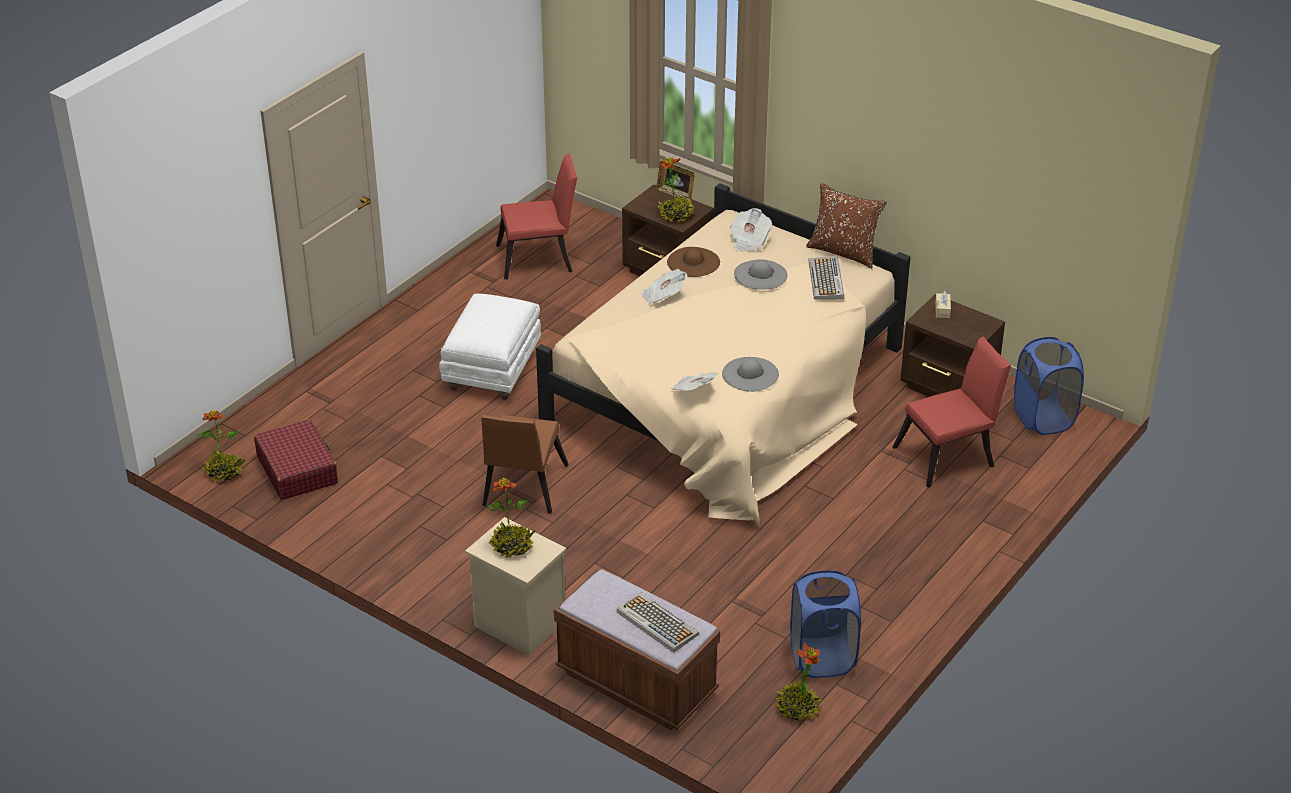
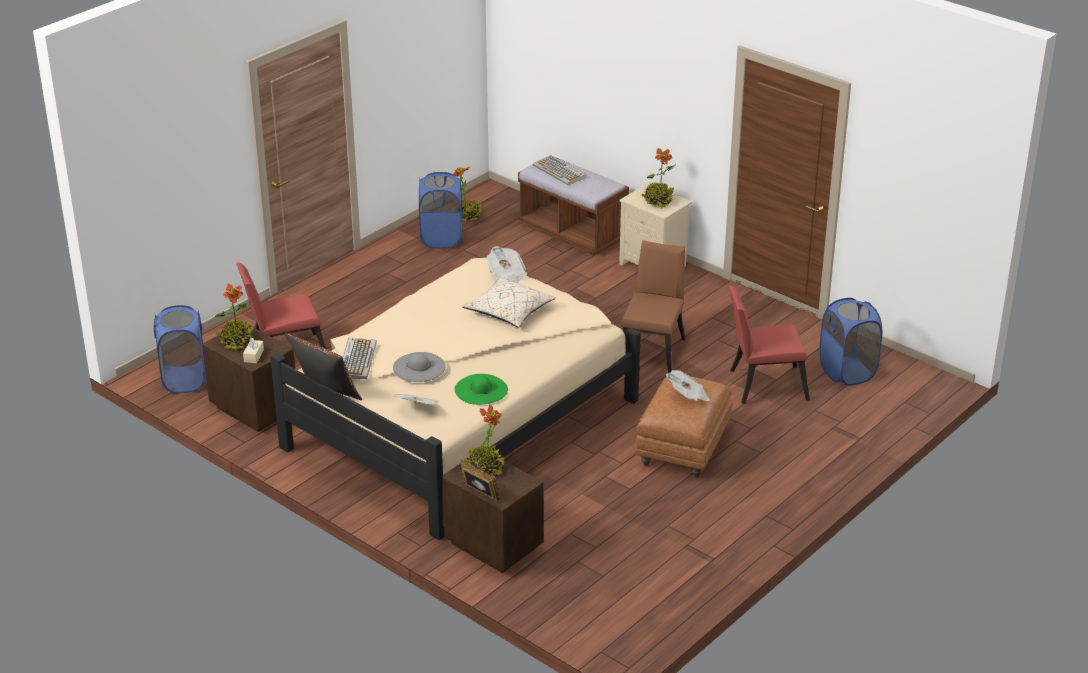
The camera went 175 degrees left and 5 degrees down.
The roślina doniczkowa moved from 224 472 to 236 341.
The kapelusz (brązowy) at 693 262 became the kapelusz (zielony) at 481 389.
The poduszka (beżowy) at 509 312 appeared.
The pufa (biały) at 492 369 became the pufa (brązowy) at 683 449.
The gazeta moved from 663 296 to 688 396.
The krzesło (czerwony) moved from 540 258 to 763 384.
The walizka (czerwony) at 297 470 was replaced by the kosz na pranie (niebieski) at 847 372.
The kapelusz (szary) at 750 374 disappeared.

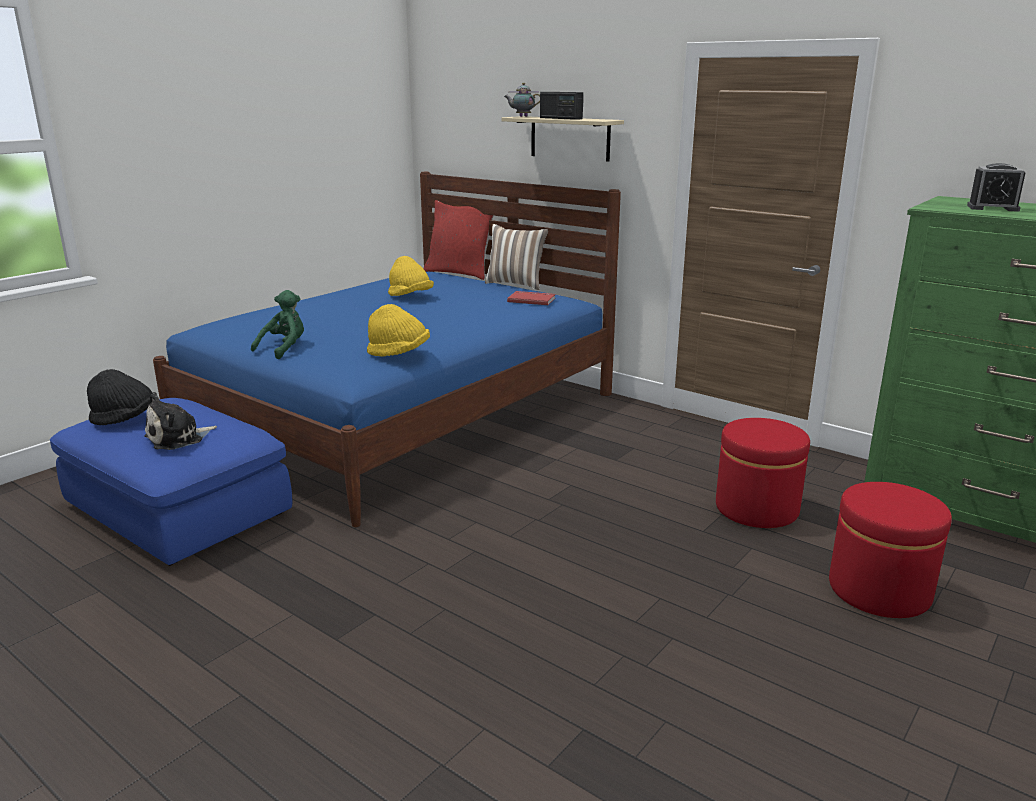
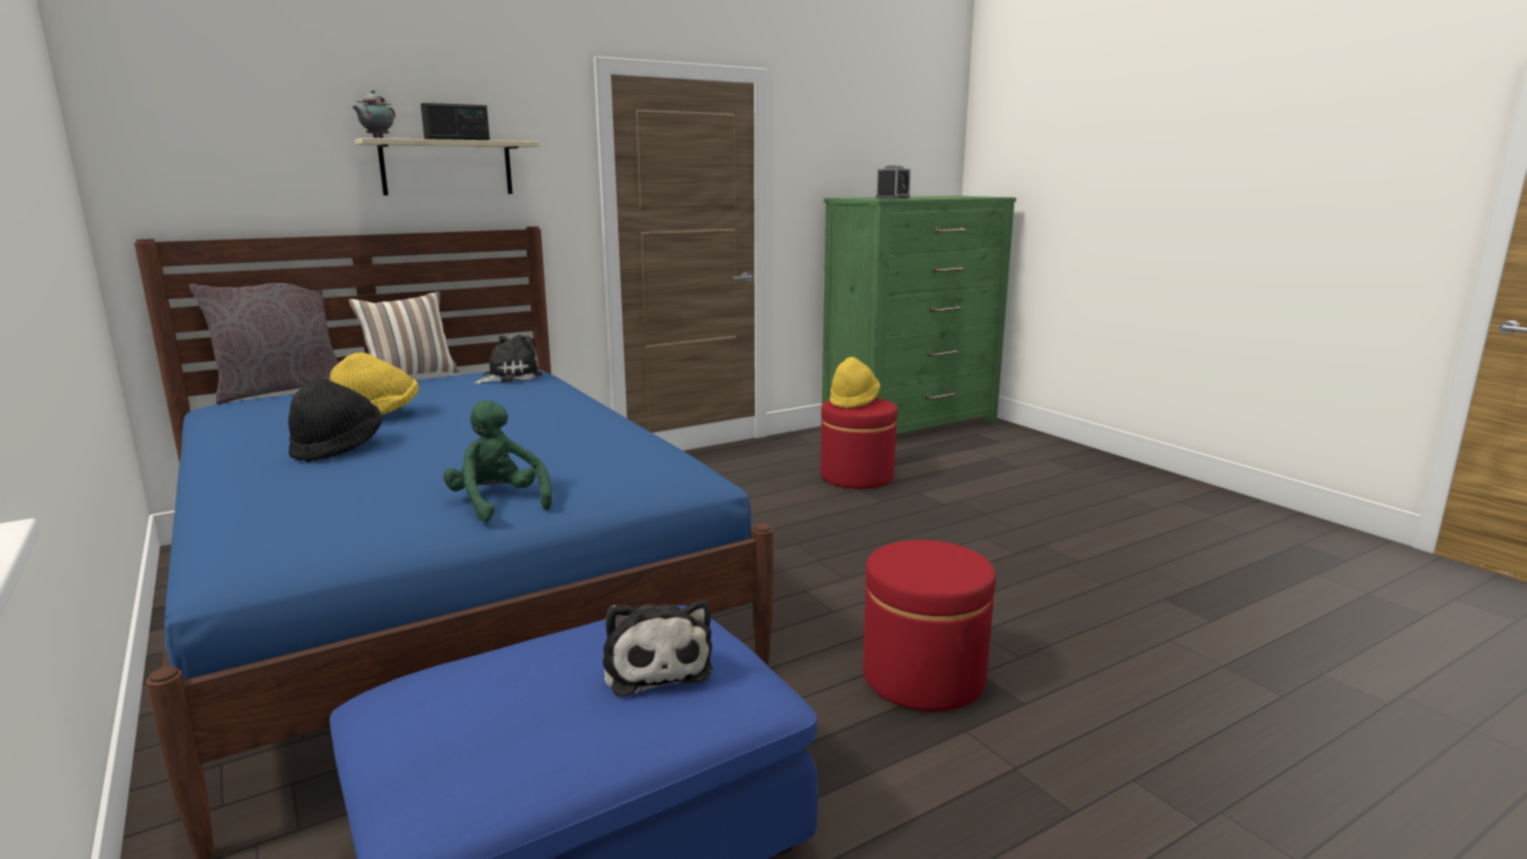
The camera went 70 degrees left and 5 degrees down.
The poduszka (czerwony) at 460 273 became the poduszka (szary) at 280 391.
The kapelusz (czarny) moved from 126 420 to 338 448.
The książka (czerwony) at 531 300 was replaced by the pluszak at 508 376.
The kapelusz (żółty) moved from 399 354 to 853 402.
The pufa (czerwony) moved from 879 590 to 923 677.

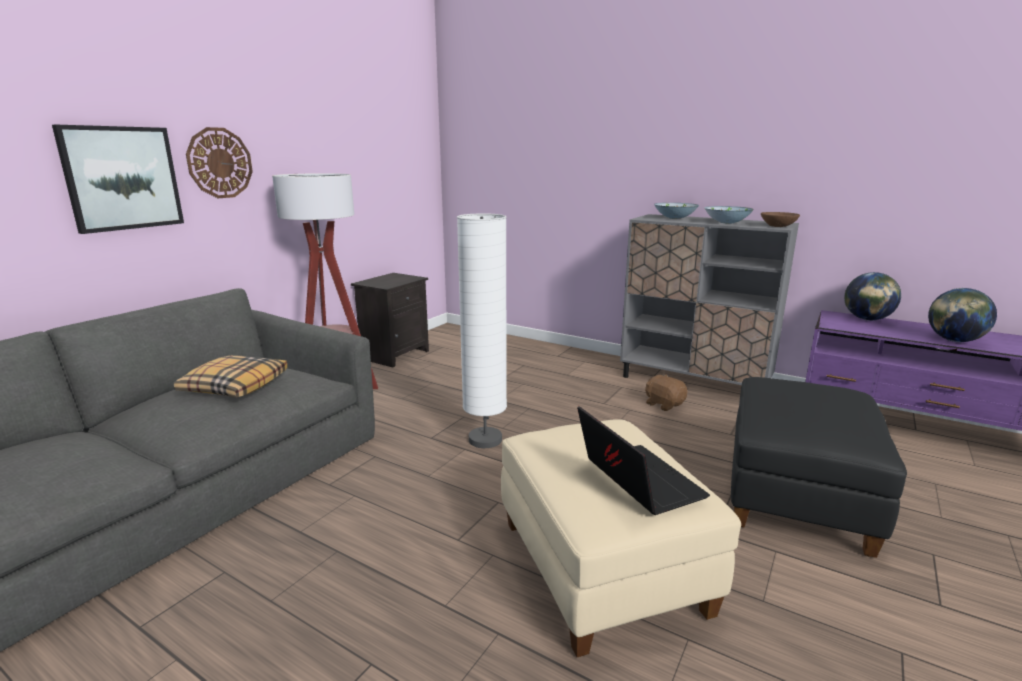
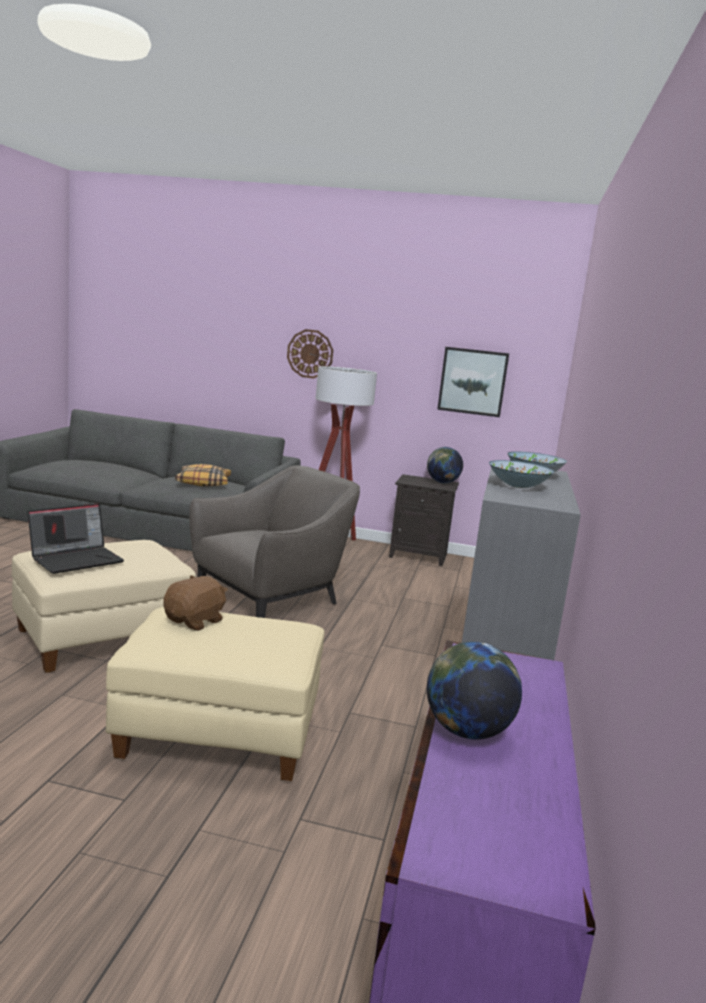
The camera went 70 degrees right and 5 degrees down.
The pufa (czarny) at 797 497 became the pufa (beżowy) at 218 734.
The pluszak (brązowy) moved from 664 404 to 195 621.
The lampa stojąca (biały) at 485 440 was replaced by the fotel (szary) at 270 597.
The globus moved from 867 319 to 442 482.
The obraz moved from 122 178 to 472 381.
The miska (brązowy) at 778 226 disappeared.

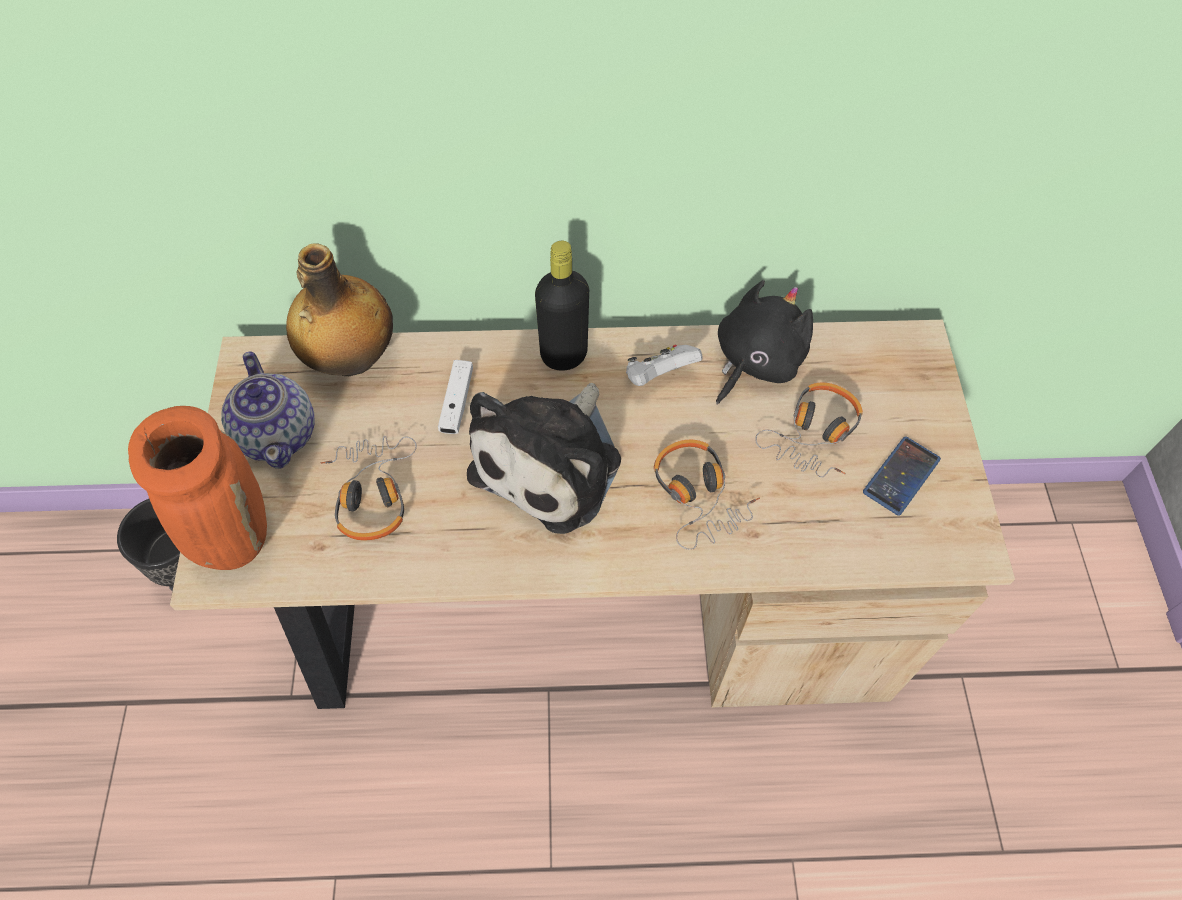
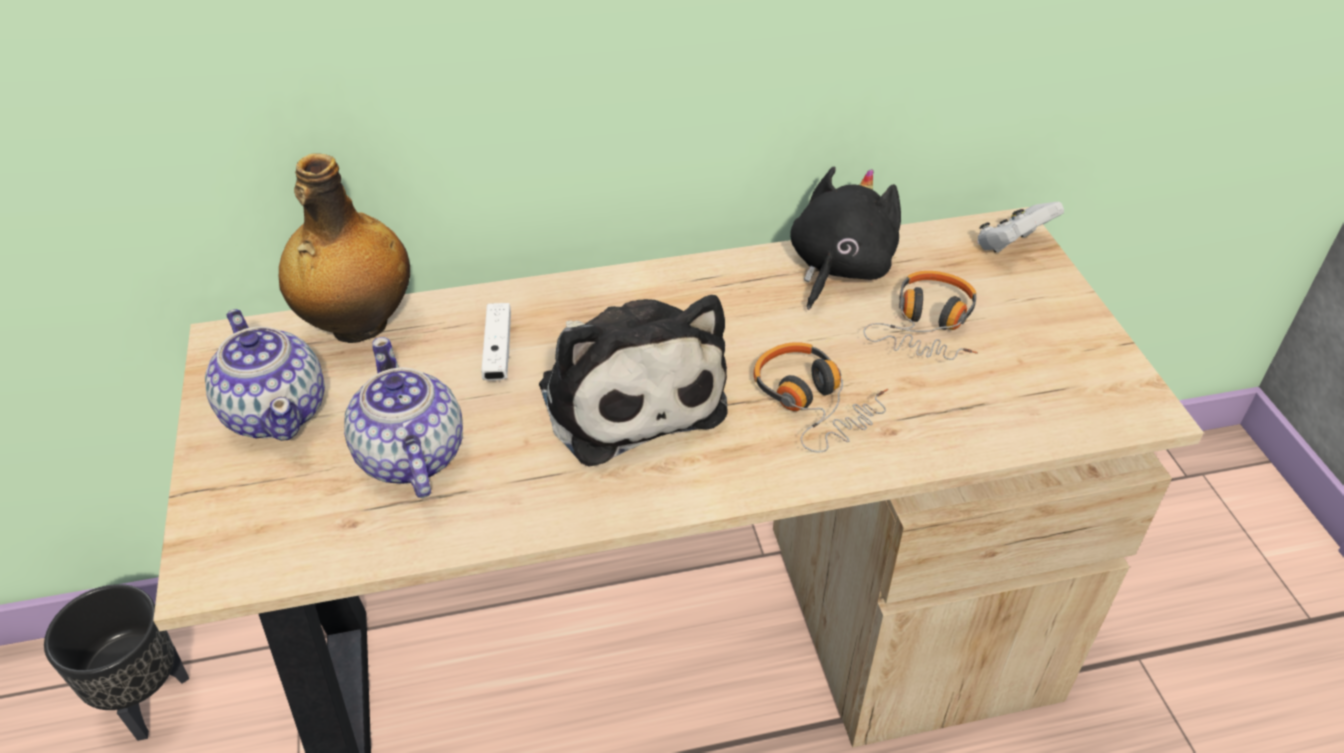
The camera went 10 degrees left and 15 degrees down.
The słuchawki at 372 494 was replaced by the imbryk at 410 457.
The pluszak at 552 462 turned 45 degrees counterclockwise.
The pad do gier (biały) moved from 659 376 to 1011 245.
The wazon (pomarańczowy) at 232 535 disappeared.
The butelka (czarny) at 563 355 disappeared.
The telefon at 901 476 disappeared.

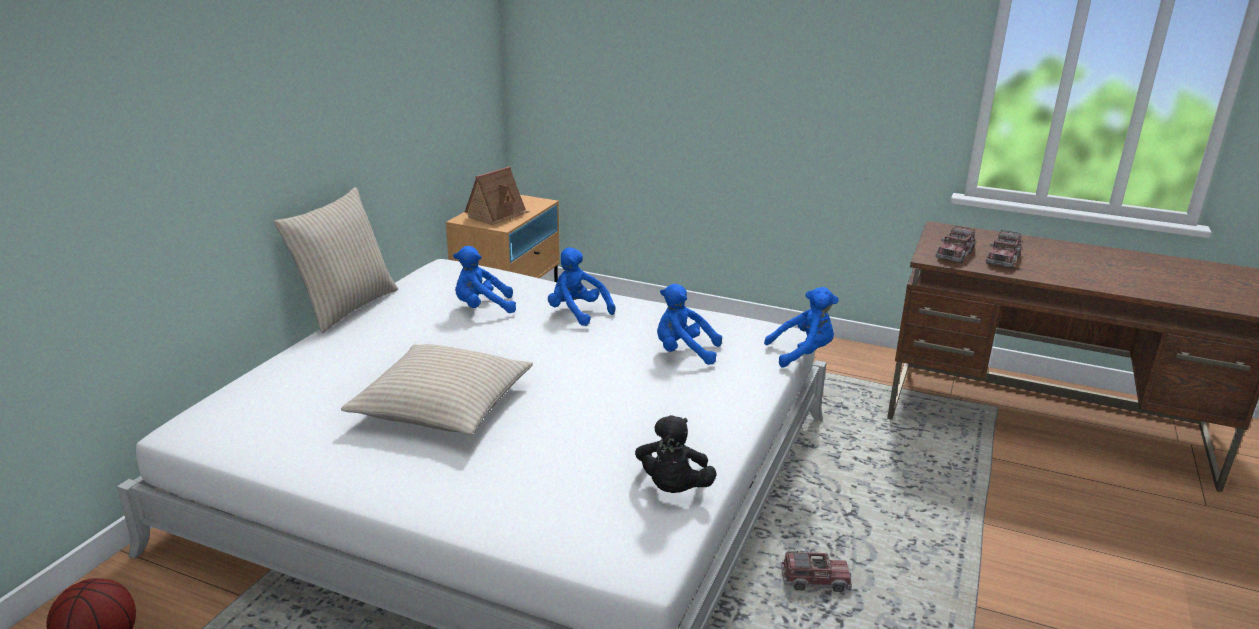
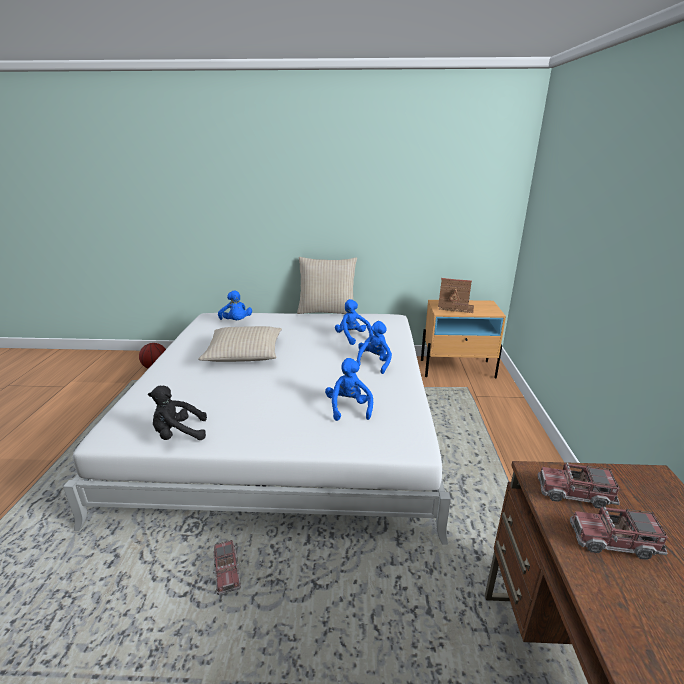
The camera went 70 degrees right and 0 degrees up.
The pluszak (niebieski) moved from 803 353 to 236 322.

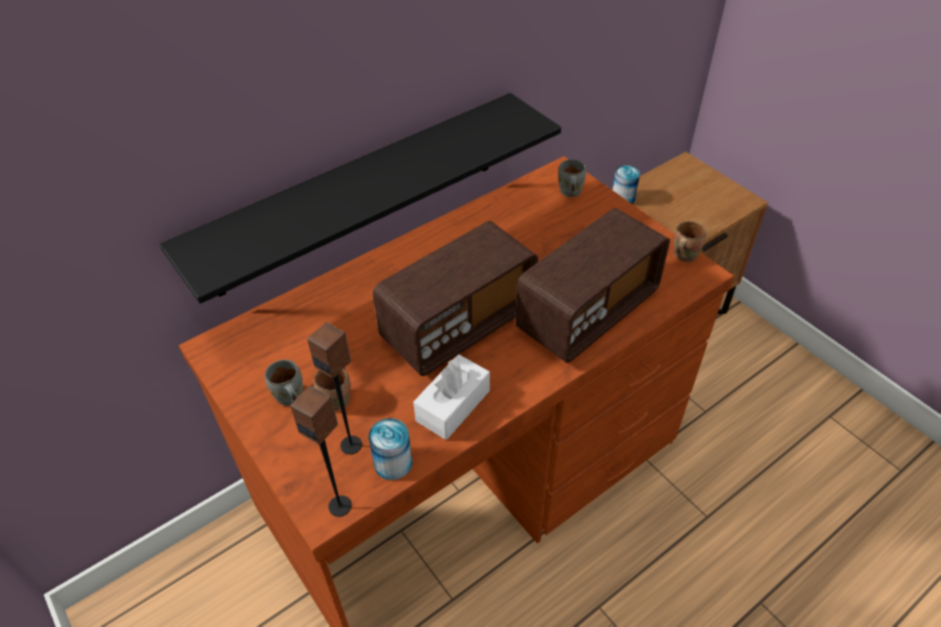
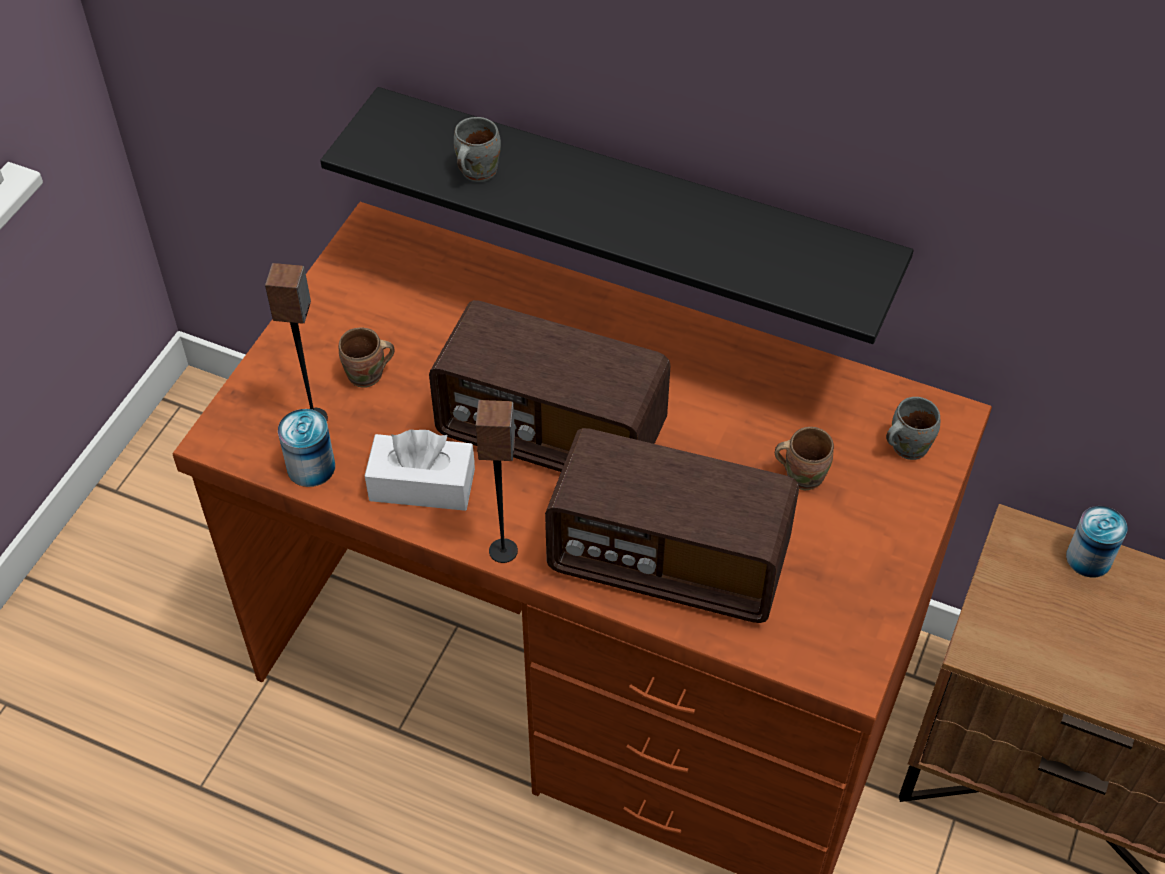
The camera went 60 degrees right and 5 degrees up.
The kubek (szary) moved from 289 398 to 475 171.
The głośnik moved from 340 505 to 504 551.
The kubek (brązowy) moved from 683 255 to 802 474.

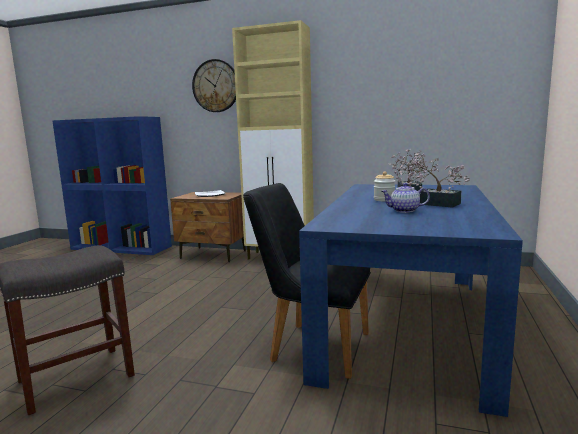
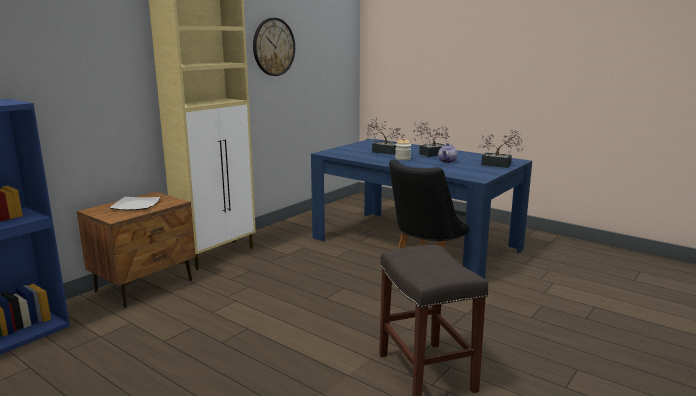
The camera went 70 degrees left and 5 degrees up.
The zegar ścienny moved from 216 86 to 273 47.
The roślina doniczkowa at 499 165 appeared.

